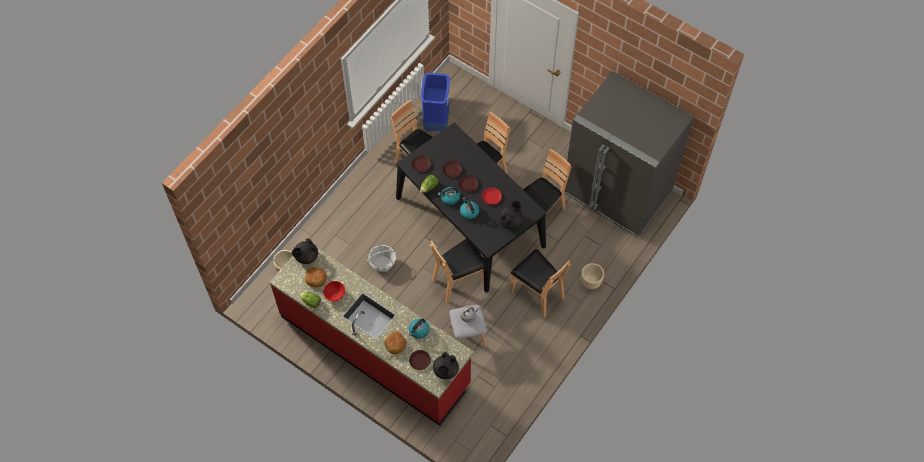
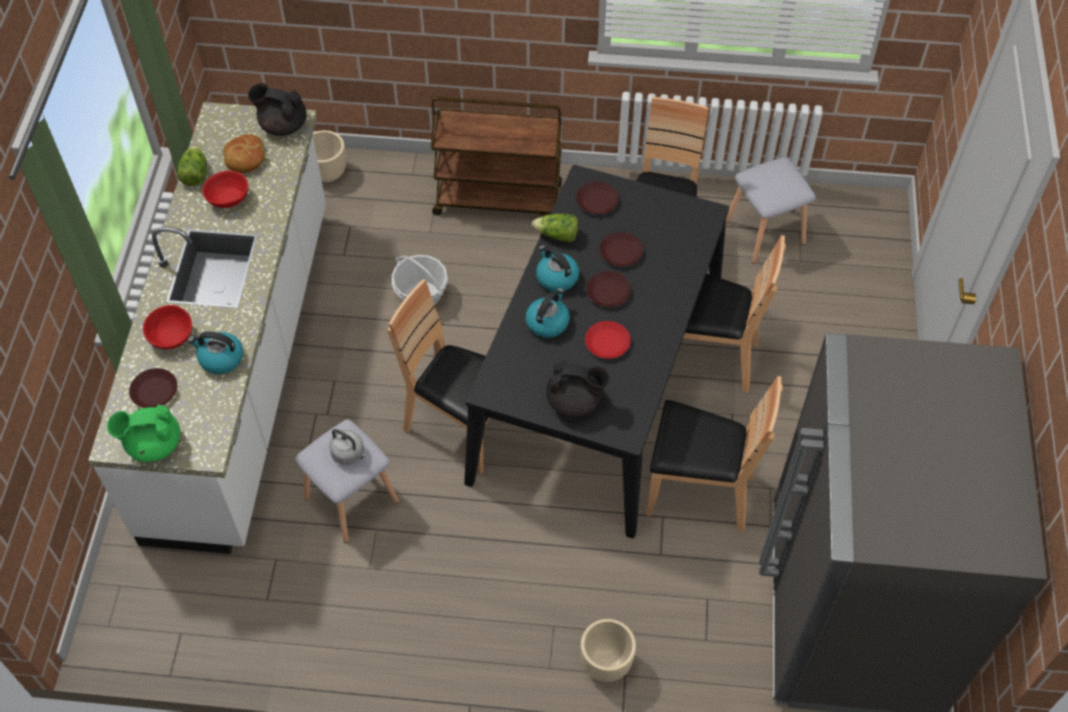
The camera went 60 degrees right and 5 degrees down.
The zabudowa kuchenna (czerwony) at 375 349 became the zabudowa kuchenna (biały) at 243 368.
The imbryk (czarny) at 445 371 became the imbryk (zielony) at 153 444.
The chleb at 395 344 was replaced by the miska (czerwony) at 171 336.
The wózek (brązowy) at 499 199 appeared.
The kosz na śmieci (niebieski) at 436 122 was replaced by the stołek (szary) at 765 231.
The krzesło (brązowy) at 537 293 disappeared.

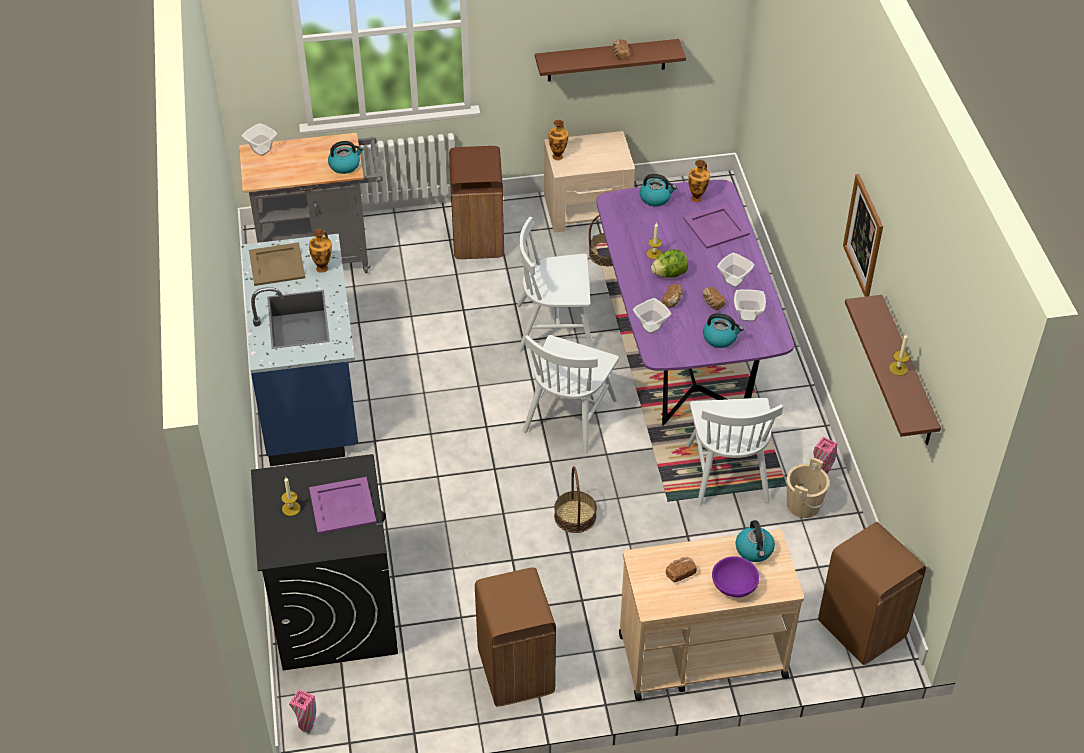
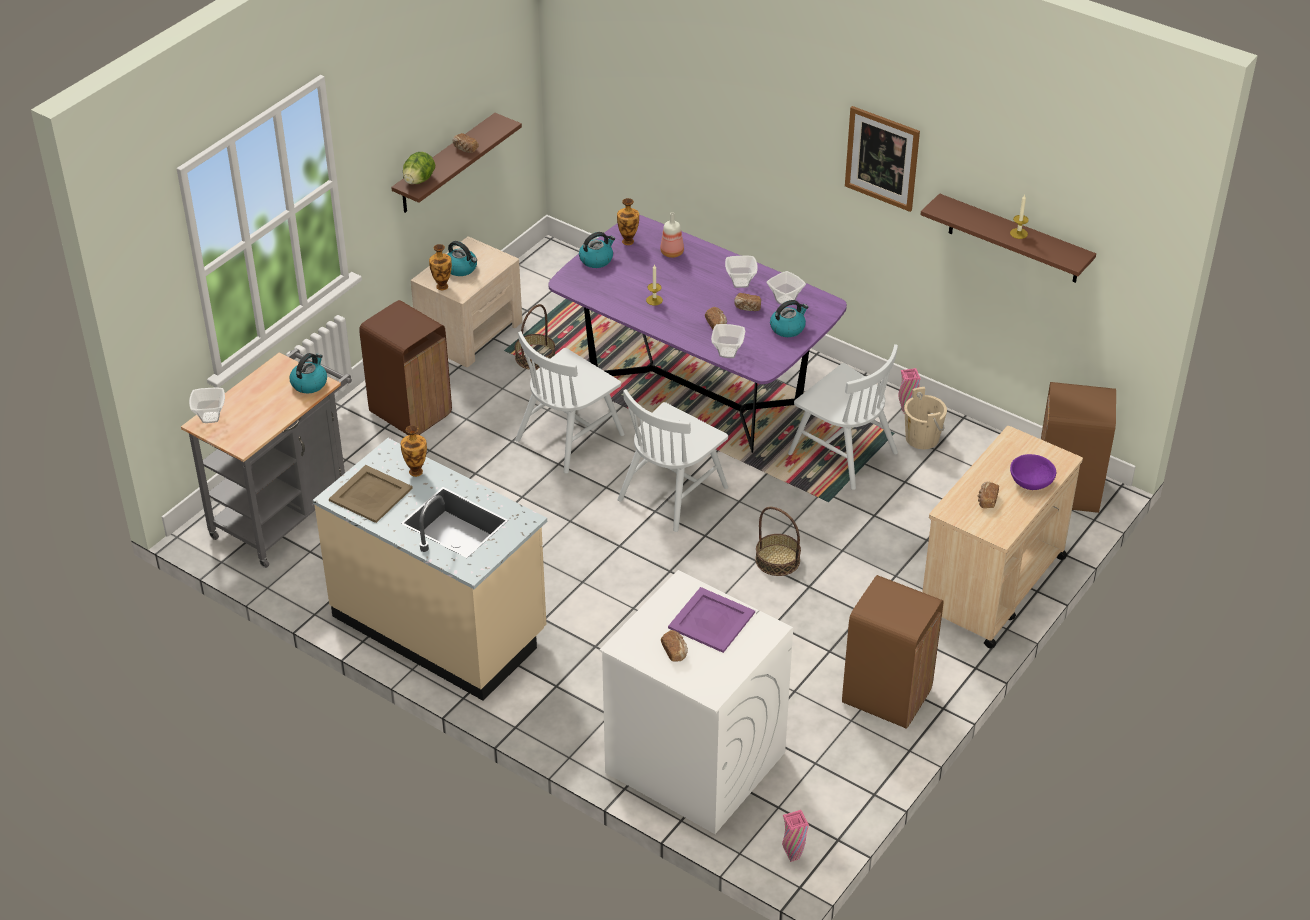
The camera went 45 degrees left and 5 degrees down.
The zabudowa kuchenna (niebieski) at 311 397 became the zabudowa kuchenna (beżowy) at 440 625.
The sałata moved from 669 274 to 419 180.
The czajnik moved from 754 550 to 461 268.
The pralka (czarny) at 334 611 became the pralka (biały) at 694 762.
The krzesło (biały) at 569 415 turned 60 degrees clockwise.
The taca (fioletowy) at 716 226 was replaced by the butelka at 672 252.
The świeca at 291 508 was replaced by the chleb at 675 651.

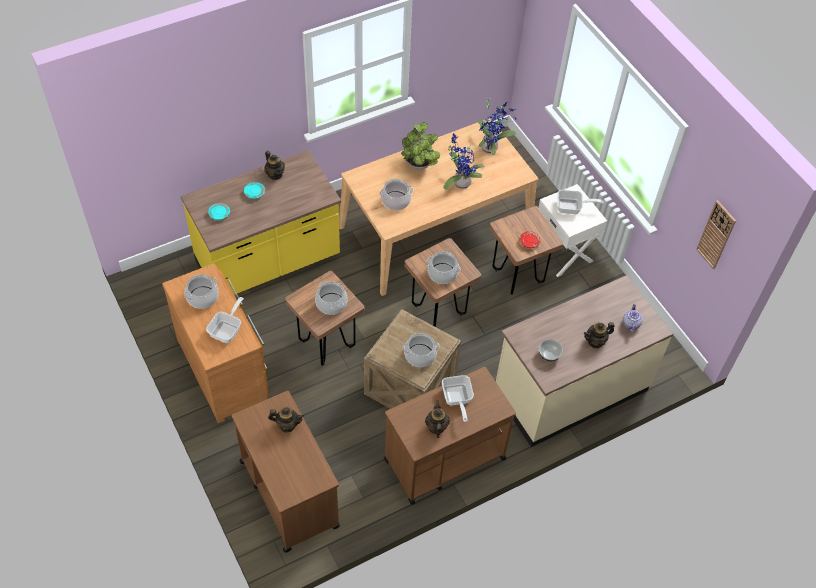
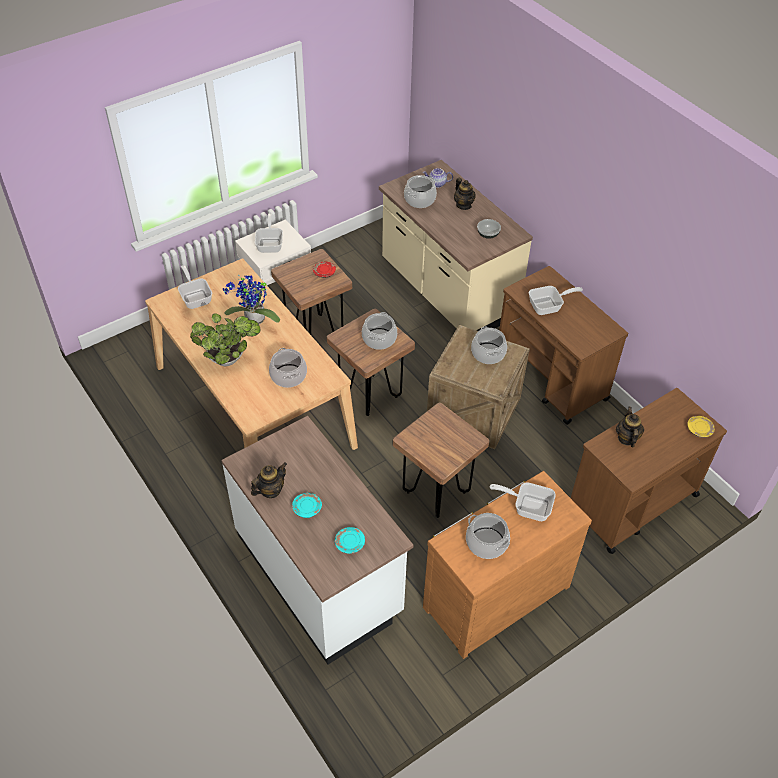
The camera went 95 degrees left and 5 degrees down.
The roślina doniczkowa at 491 147 was replaced by the patelnia at 195 297.
The zabudowa kuchenna (żółty) at 268 261 became the zabudowa kuchenna (biały) at 320 573.
The garnek moved from 331 303 to 419 199.
The talerz (żółty) at 699 430 appeared.
The imbryk at 436 427 disappeared.
The zegar ścienny at 716 235 disappeared.

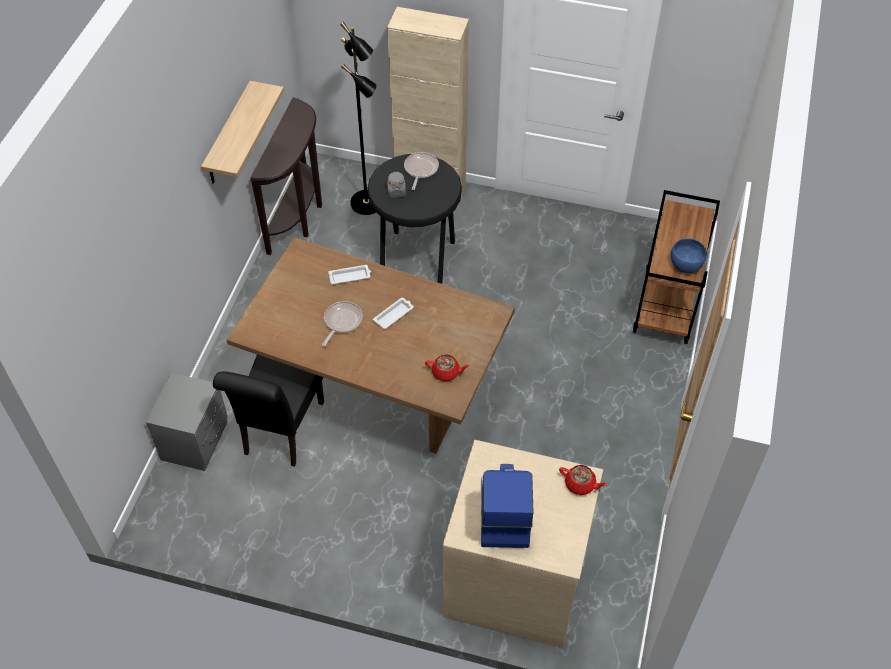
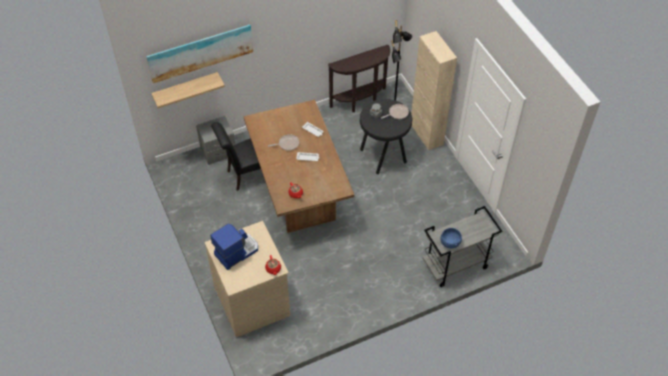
The camera went 50 degrees right and 0 degrees up.
The obraz at 200 52 appeared.
The półka moved from 228 135 to 186 89.
The wózek (brązowy) at 667 306 became the wózek (szary) at 455 266.

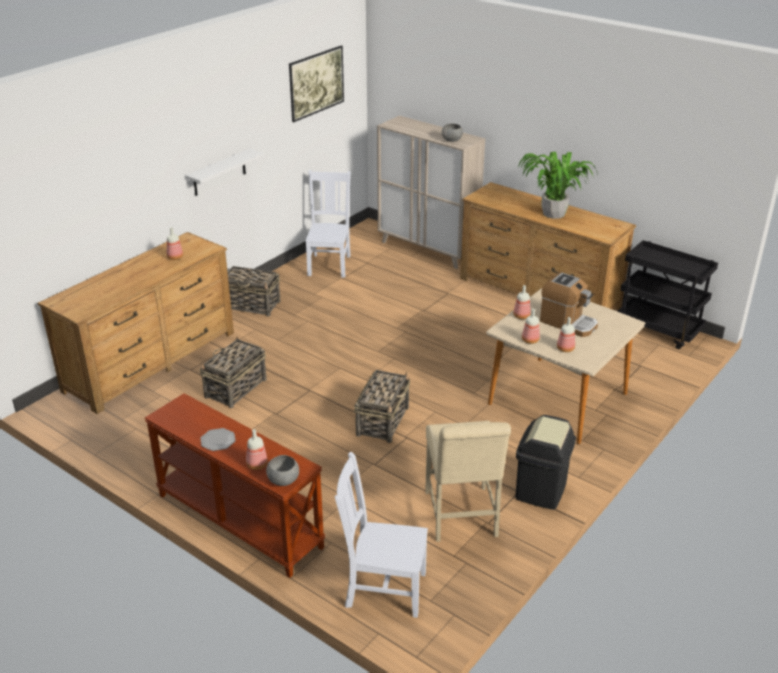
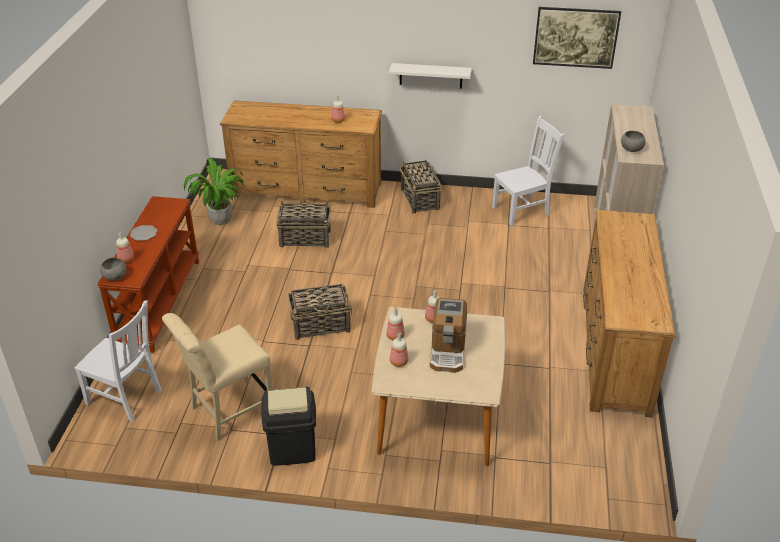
The camera went 60 degrees right and 5 degrees up.
The krzesło (biały) at 382 588 turned 135 degrees clockwise.
The roślina doniczkowa moved from 554 213 to 221 219.
The wózek (czarny) at 659 330 disappeared.

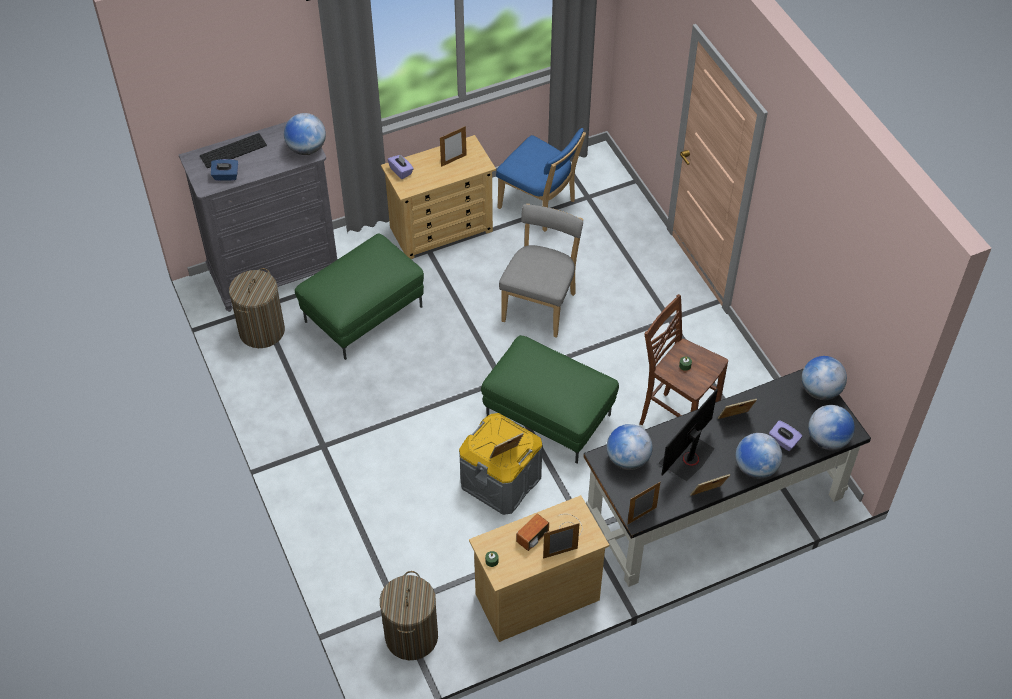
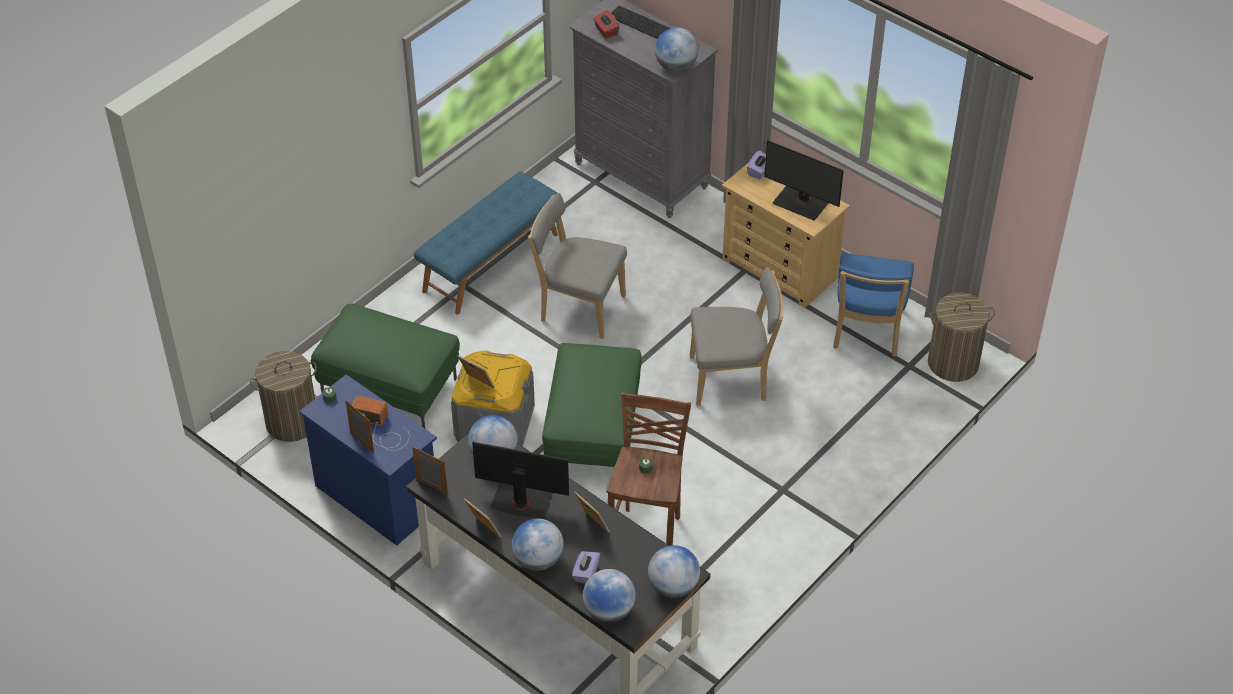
The camera went 65 degrees right and 5 degrees down.
The komoda (beżowy) at 536 597 became the komoda (niebieski) at 376 496.
The pufa (zielony) moved from 363 313 to 390 387.
The ławka (niebieski) at 490 262 appeared.
The krzesło (szary) at 578 307 appeared.
The pudełko chusteczek (niebieski) at 226 176 became the pudełko chusteczek (czerwony) at 606 31.
The ramka na zdjęcie at 453 160 was replaced by the monitor at 801 202.
The kosz na pranie moved from 262 330 to 953 363.

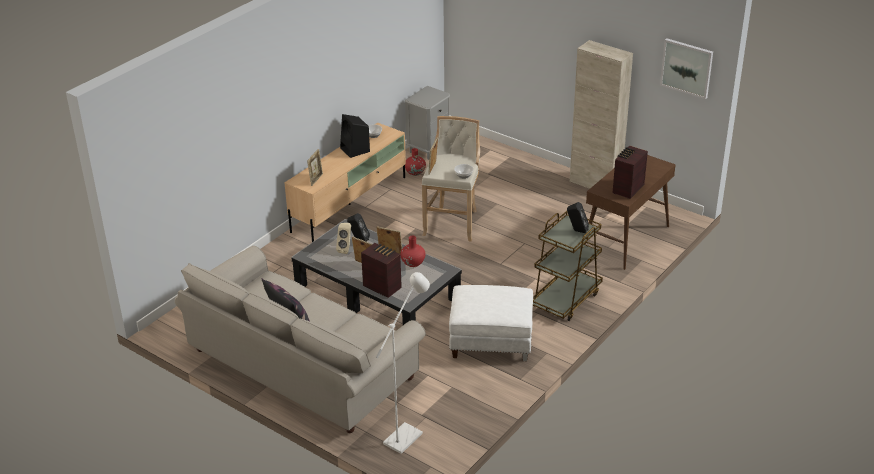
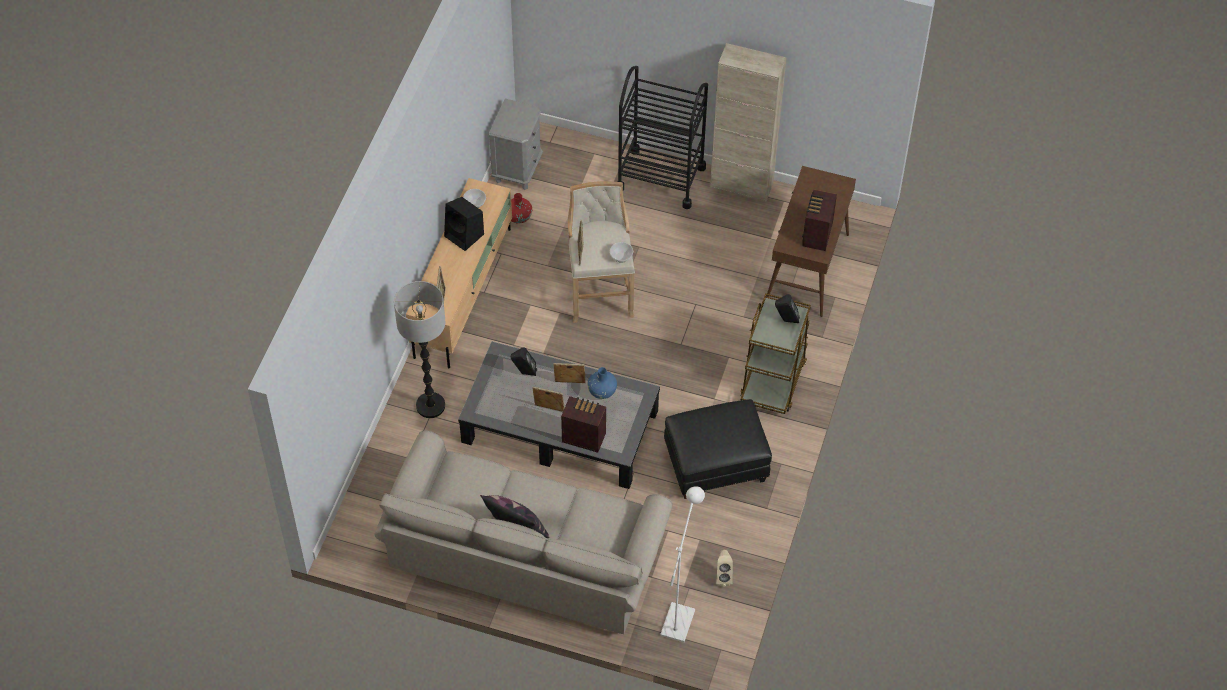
The camera went 20 degrees left and 20 degrees up.
The lampa stojąca at 430 405 appeared.
The wazon (czerwony) at 413 263 became the wazon (niebieski) at 602 391.
The wózek (czarny) at 660 178 appeared.
The pufa (biały) at 492 341 became the pufa (czarny) at 716 463.
The głośnik (beżowy) moved from 346 249 to 723 576.
The obraz at 687 68 disappeared.

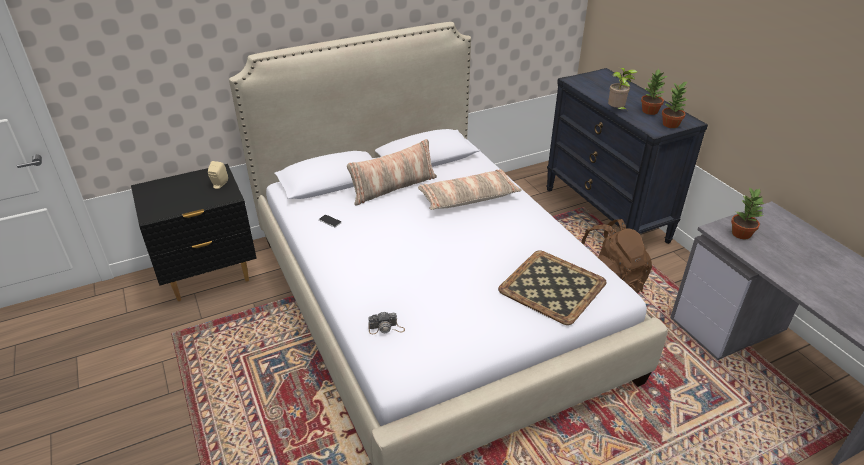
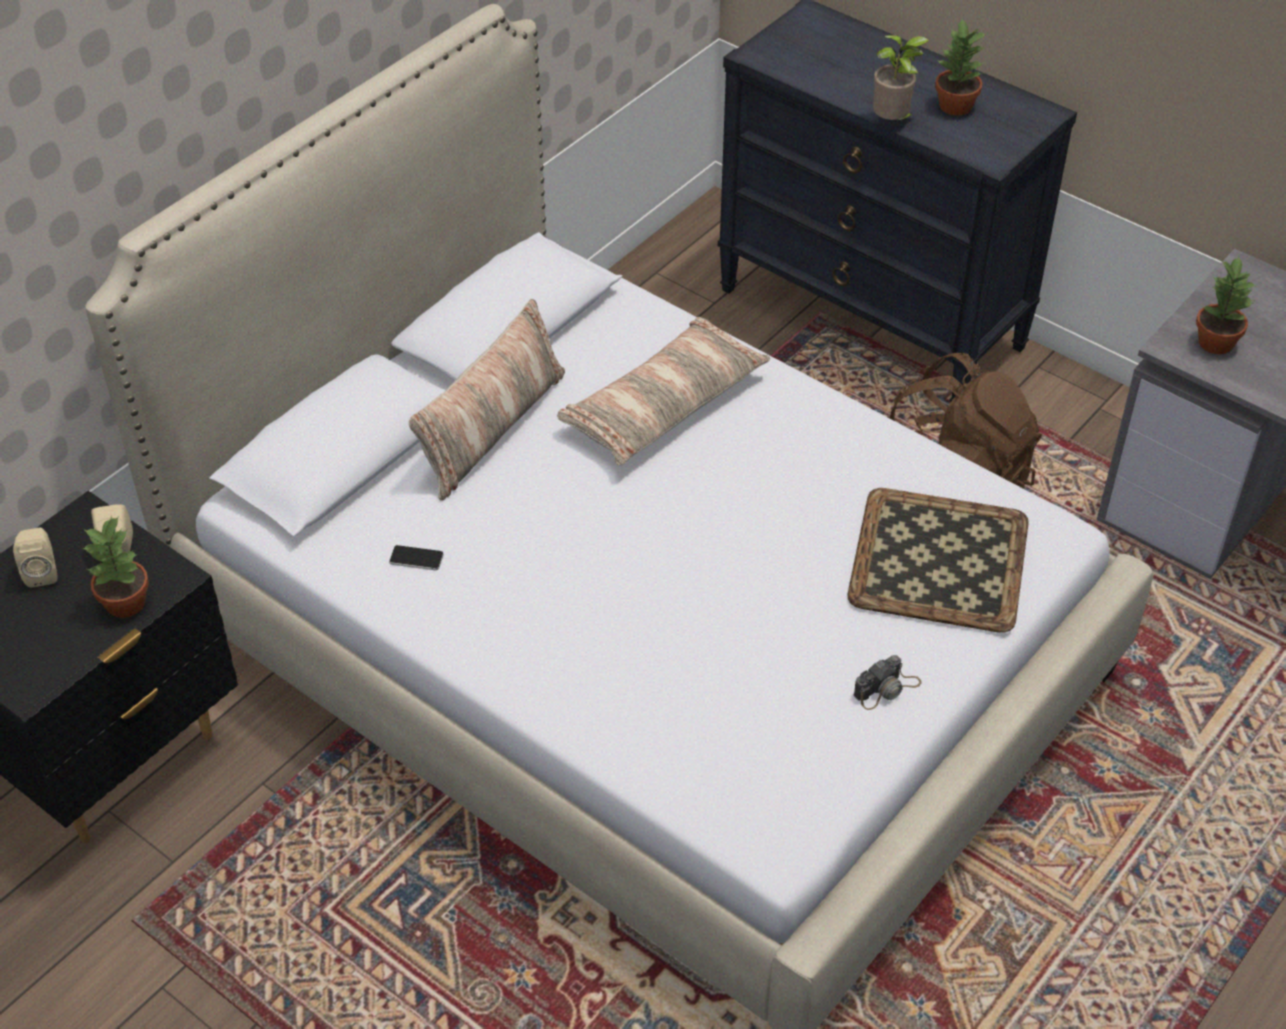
The camera went 25 degrees left and 10 degrees up.
The głośnik (beżowy) at 42 572 appeared.
The roślina doniczkowa moved from 671 124 to 126 603.
The aparat fotograficzny moved from 386 328 to 887 689.

